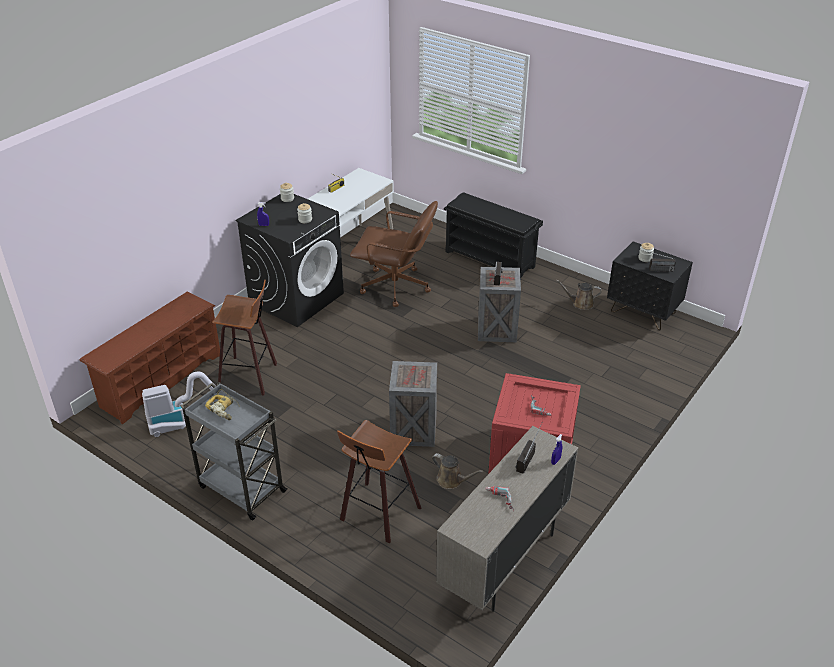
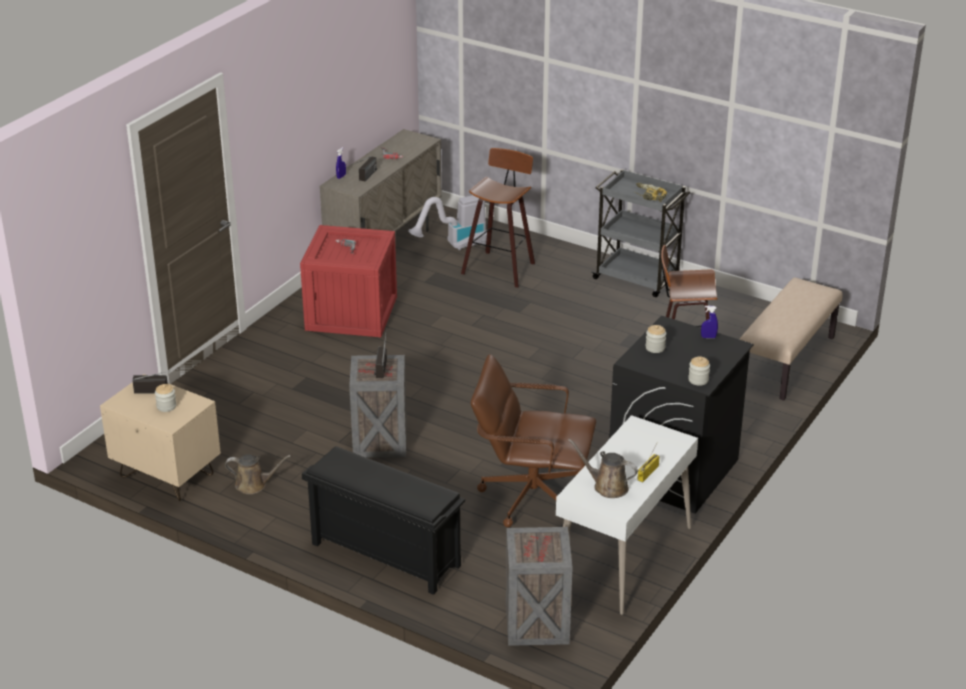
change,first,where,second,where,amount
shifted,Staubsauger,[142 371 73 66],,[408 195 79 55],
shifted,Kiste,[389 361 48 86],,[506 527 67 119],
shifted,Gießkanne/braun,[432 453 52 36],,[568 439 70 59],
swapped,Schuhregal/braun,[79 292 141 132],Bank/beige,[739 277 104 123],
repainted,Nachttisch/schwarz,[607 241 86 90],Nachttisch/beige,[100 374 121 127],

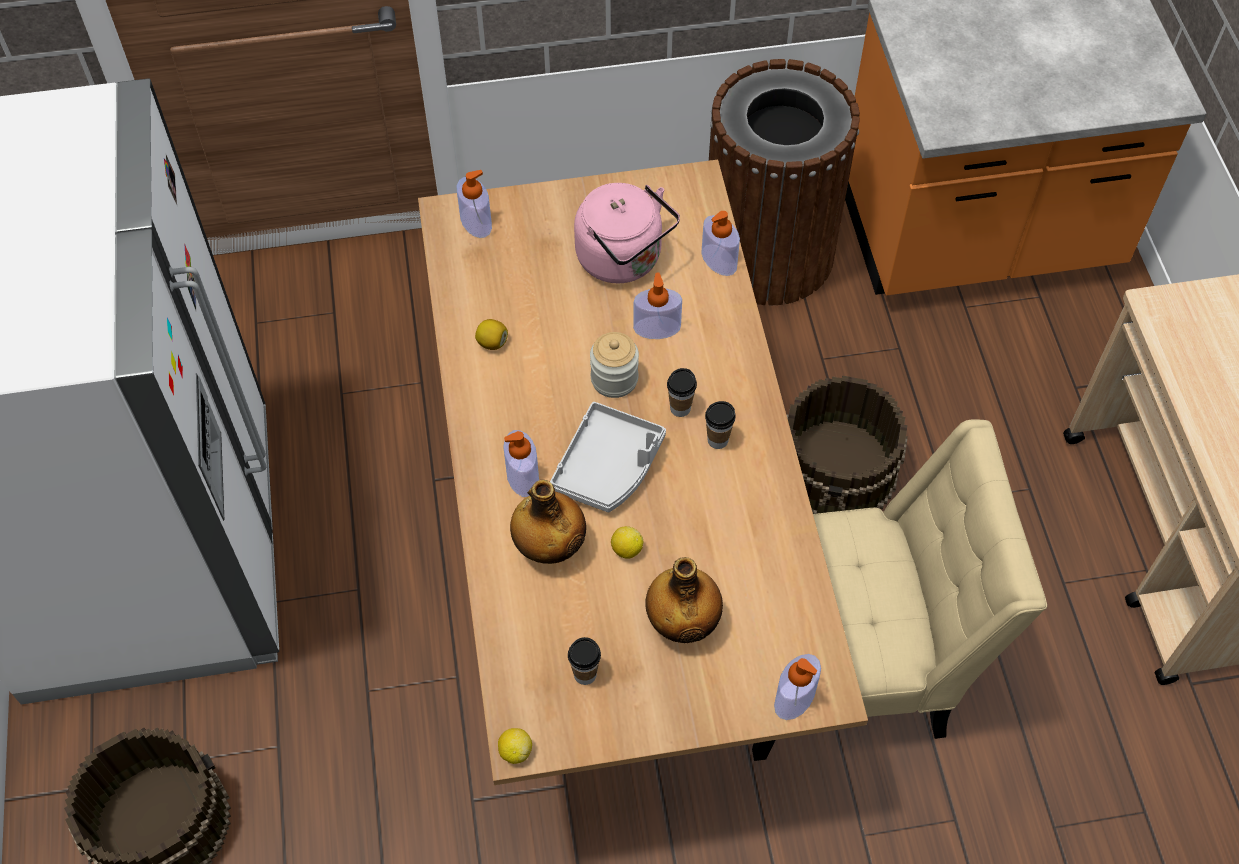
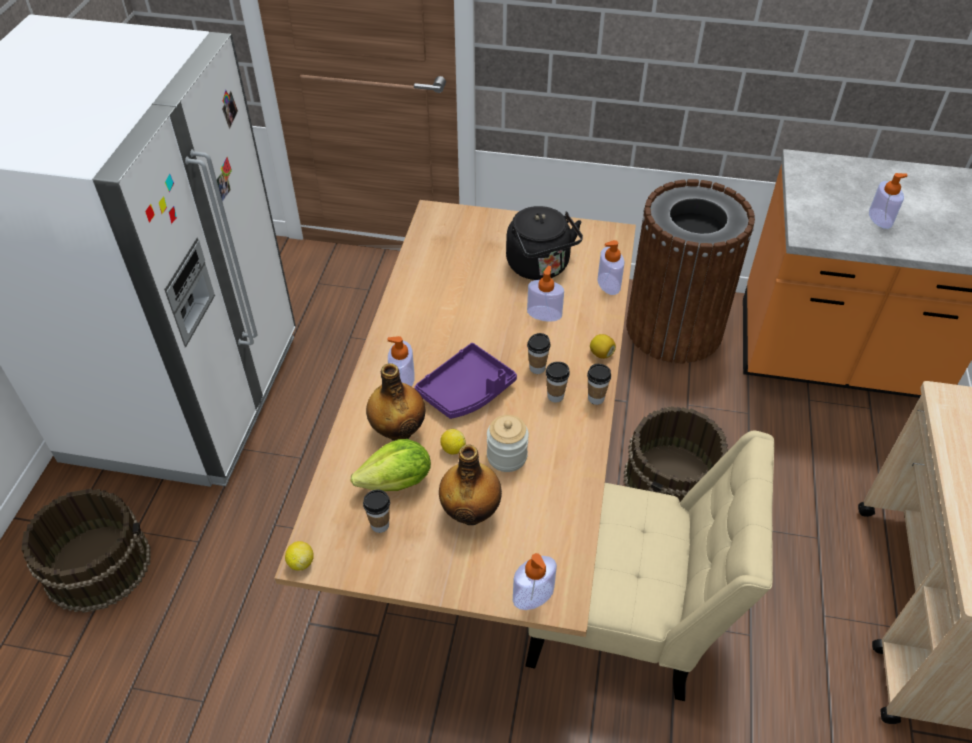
change,first,where,second,where,amount
new,,,Salatkopf,[351 439 80 52],
new,,,Tasse,[587 364 24 41],
shifted,Seifenspender,[457 170 35 68],,[869 173 39 56],
shifted,Zitrone,[475 319 33 31],,[590 334 26 25],
shifted,Vorratsglas,[590 332 49 66],,[487 415 42 57],
repainted,Tablett/grau,[550 402 116 110],Tablett/lila,[414 343 103 76],
repainted,Wasserkessel/rosa,[574 183 106 100],Wasserkessel/schwarz,[506 206 77 74],

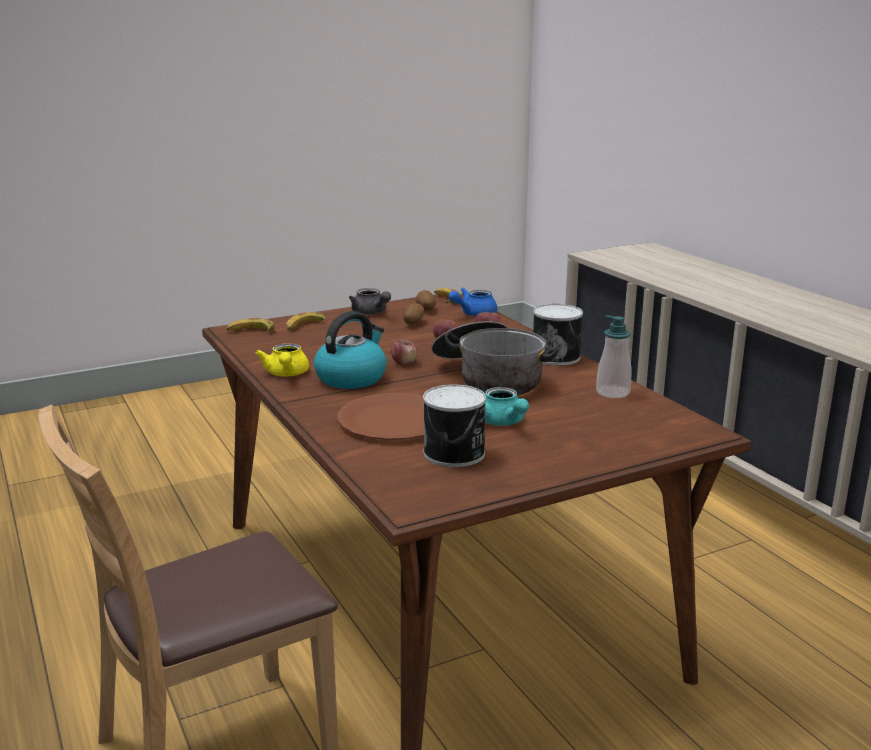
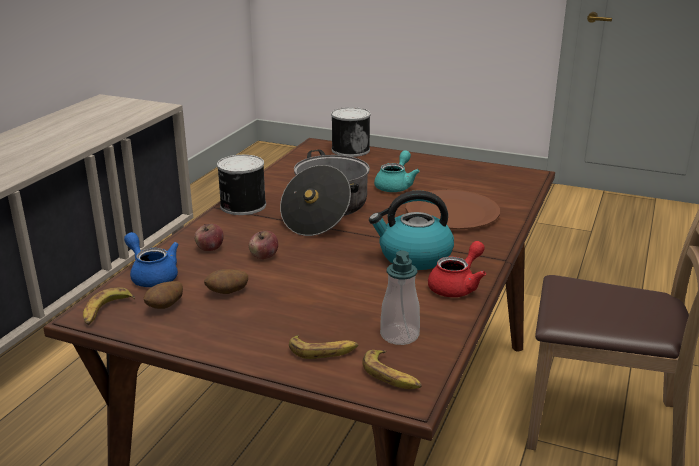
change,first,where,second,where,amount
gone,Teekanne/grau,[349 288 42 27],,,
gone,Apfel,[391 339 27 26],,,
shifted,Dose,[423 385 63 82],,[331 107 39 50],
shifted,Seifenspender,[596 315 35 83],,[380 251 40 94],
repainted,Teekanne/gelb,[256 343 53 33],Teekanne/rot,[428 241 58 56],
rotated,Teekanne/blau,[449 288 49 28],,[124 232 55 55],150 degrees counterclockwise

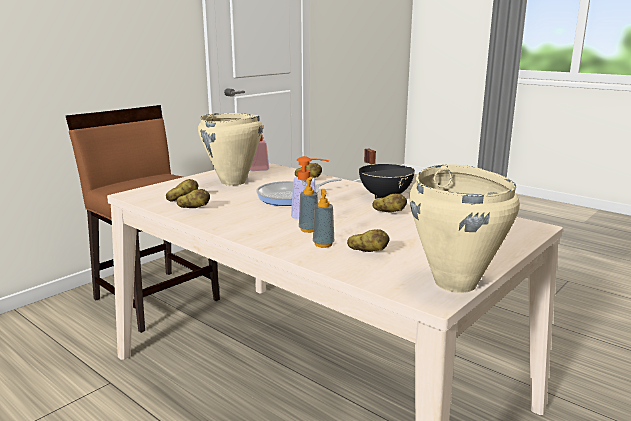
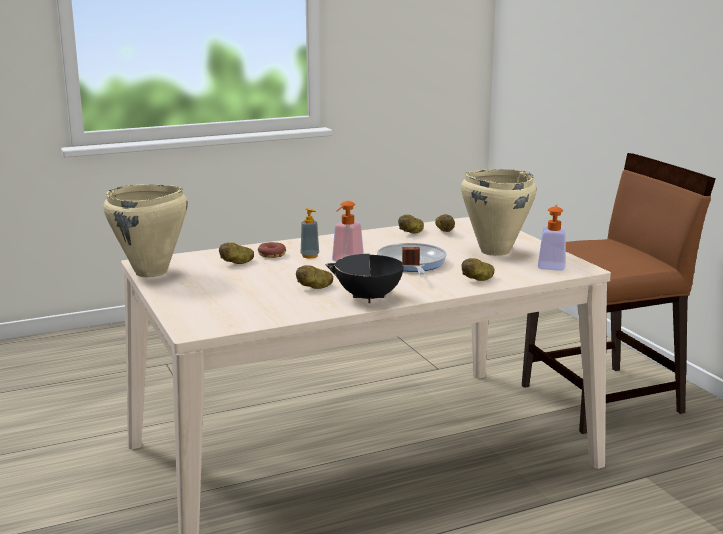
change,first,where,second,where,amount
swapped,Seifenspender,[313 189 21 59],Donut,[258 242 28 16],

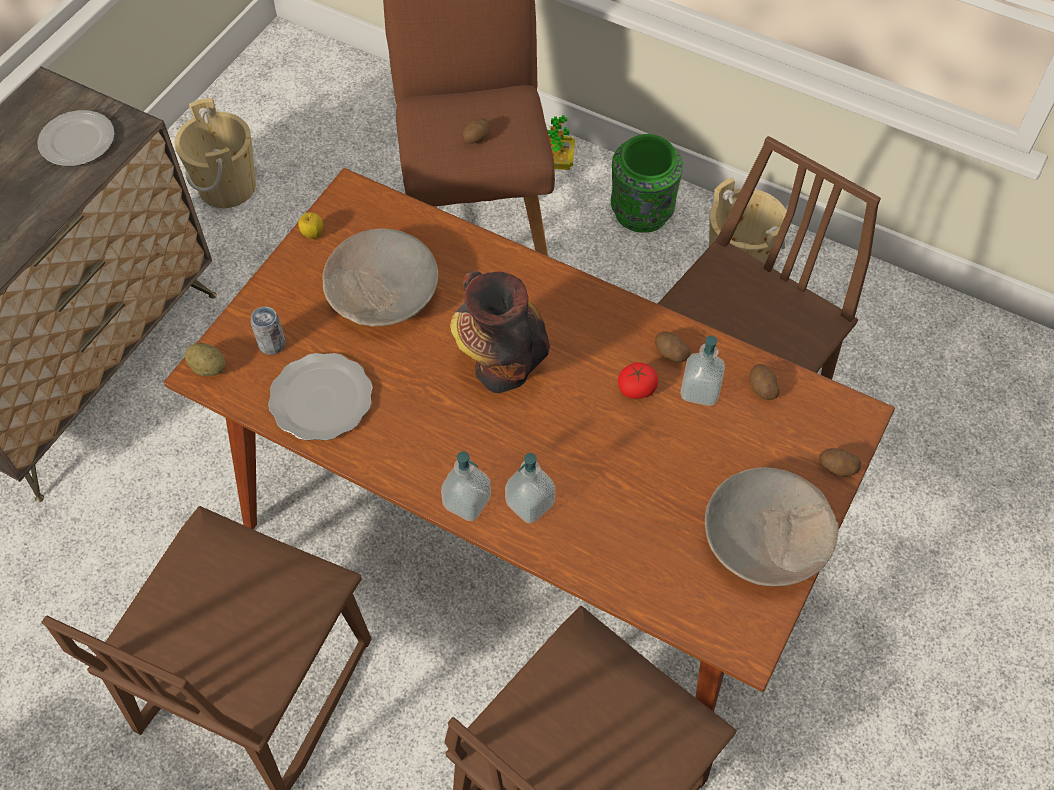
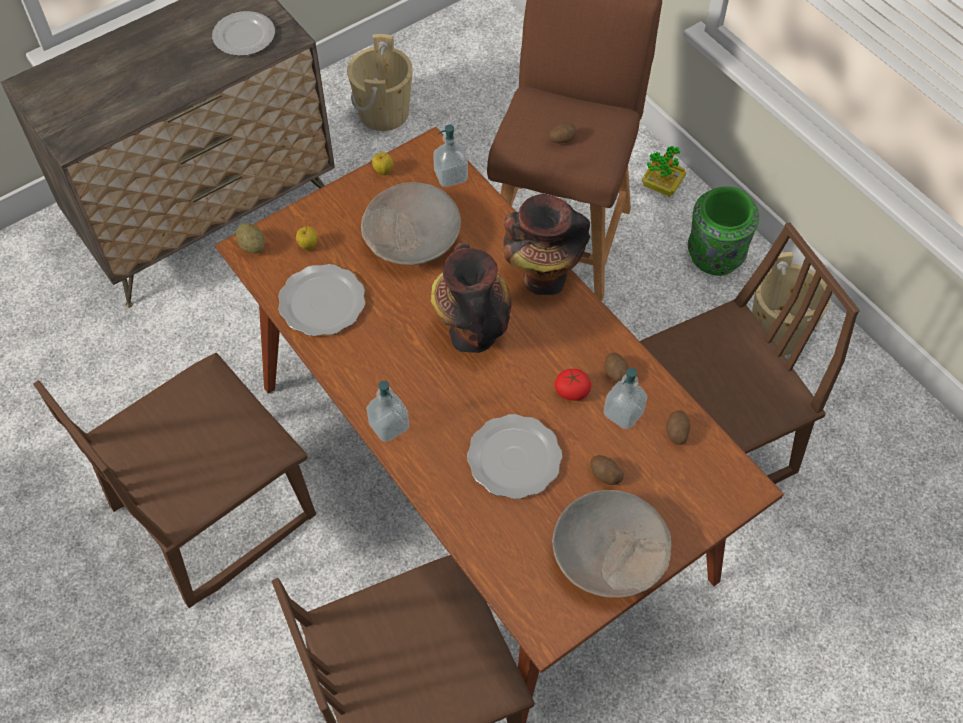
change,first,where,second,where,amount
new,,,Teller,[467 414 95 85],
new,,,Vase,[503 194 87 101],
shifted,Seifenspender,[505 453 51 71],,[433 125 35 62],
shifted,Kartoffel,[820 448 42 29],,[590 455 34 30],
swapped,Dose,[251 306 35 49],Apfel,[296 226 22 24],

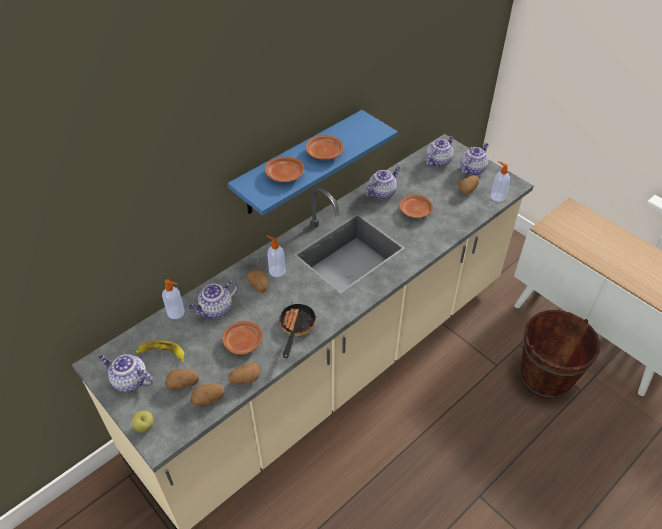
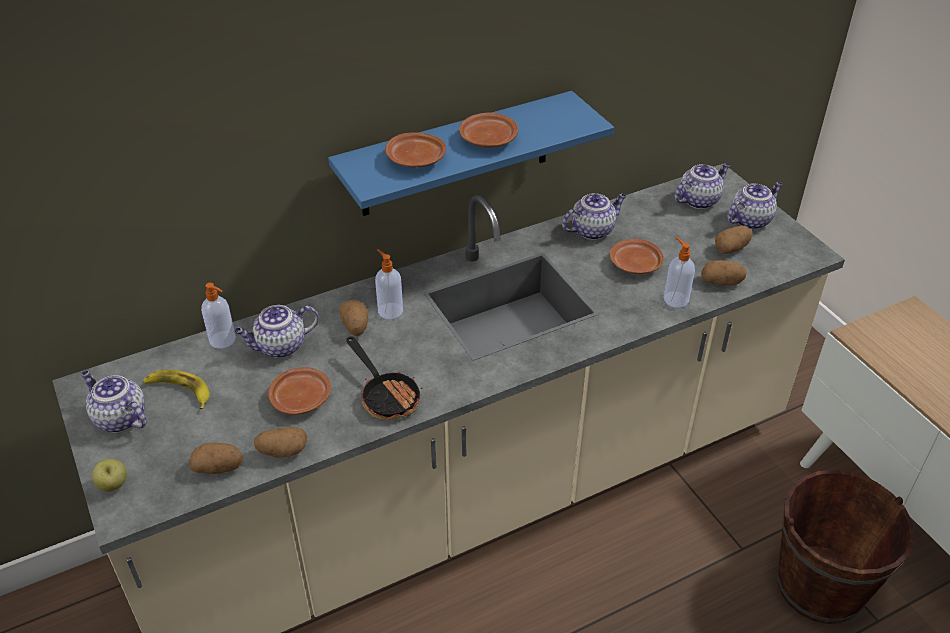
change,first,where,second,where,amount
shifted,Kartoffel,[165 369 34 20],,[701 260 46 26],
shifted,Seifenspender,[491 161 19 41],,[664 237 31 71],
rotated,Pfanne,[279 302 37 56],,[346 336 76 84],120 degrees clockwise

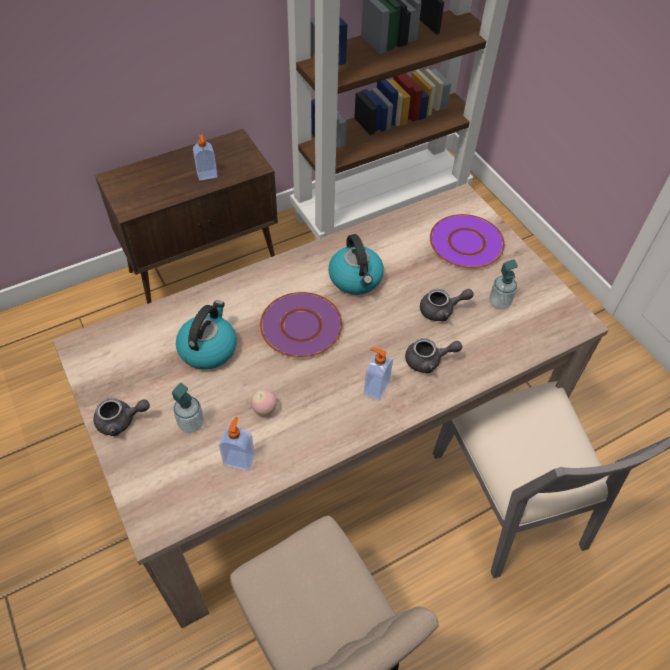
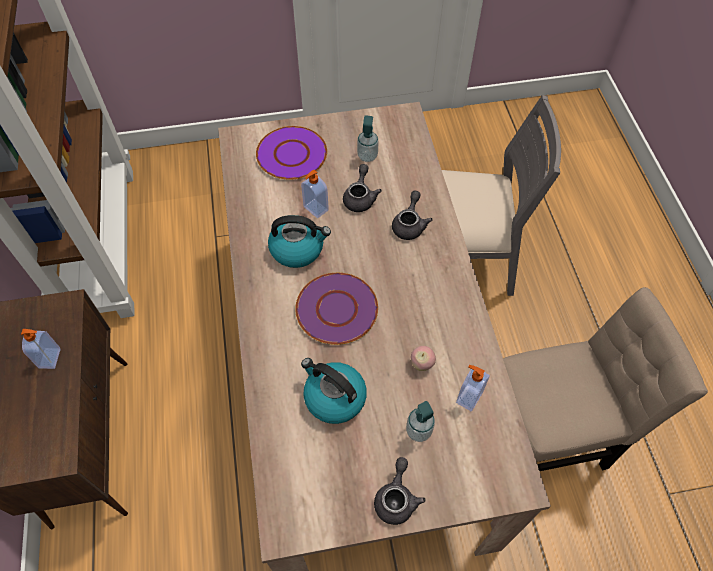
change,first,where,second,where,amount
shifted,Seifenspender,[364 348 29 53],,[301 170 28 48],

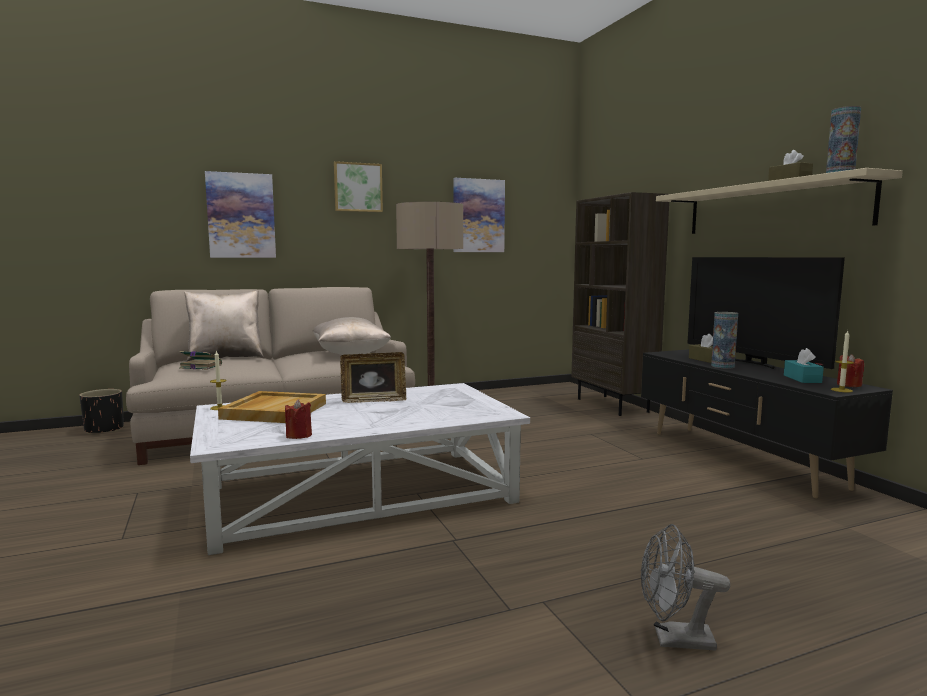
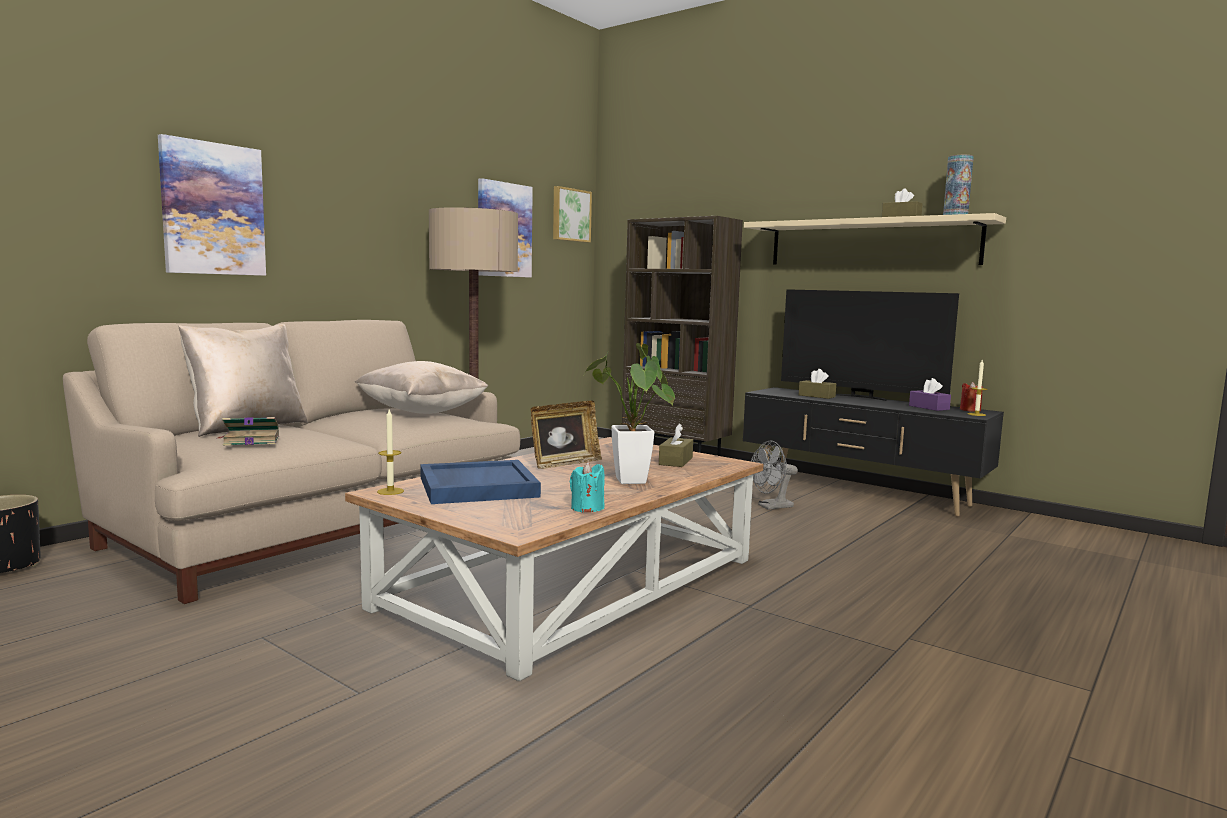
change,first,where,second,where,amount
gone,Vase,[711 312 27 57],,,
new,,,Topfpflanze,[584 343 91 141],
new,,,Taschentuchbox/braun,[659 423 34 44],
shifted,Bild,[334 161 49 51],,[553 186 39 57],
shifted,Ventilator/grau,[641 524 89 127],,[751 440 47 70],
repainted,Couchtisch/weiß,[190 383 340 172],Couchtisch/braun,[345 437 418 244],
repainted,Tablett/beige,[218 391 108 32],Tablett/blau,[420 460 121 44],
repainted,Kerze/rot,[285 399 27 40],Kerze/türkis,[570 462 35 51],
repainted,Taschentuchbox/türkis,[784 348 40 35],Taschentuchbox/lila,[909 378 42 33],

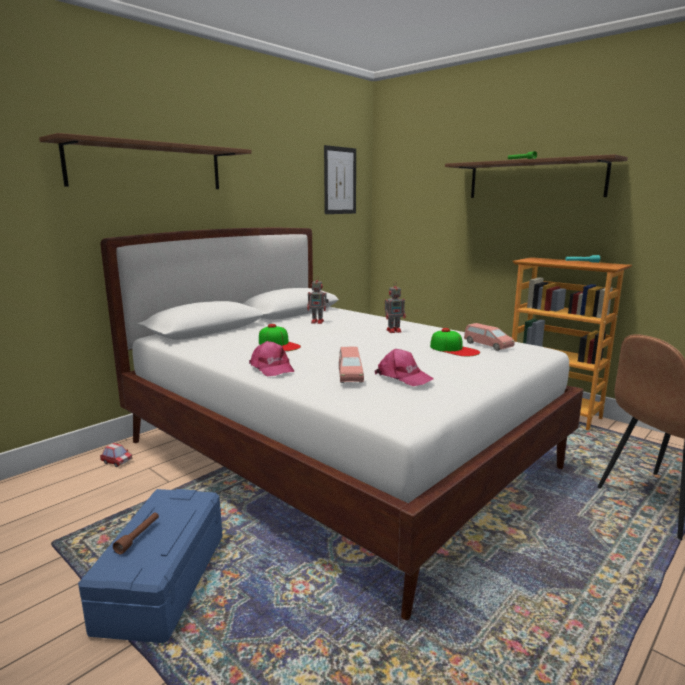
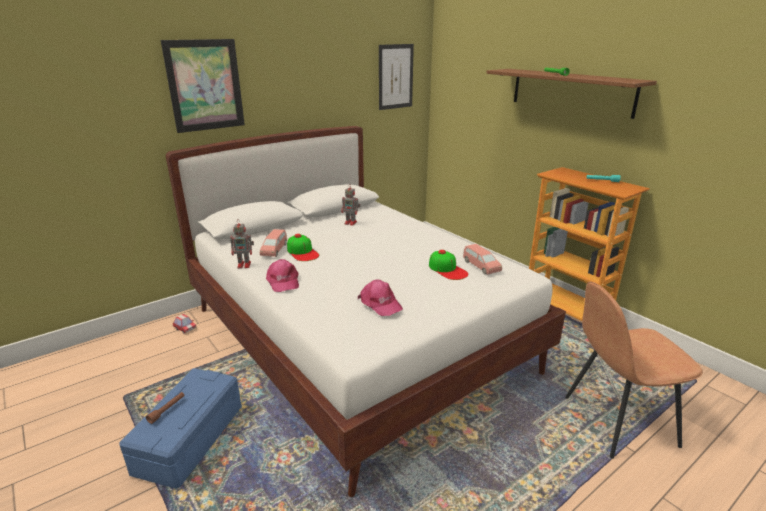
change,first,where,second,where,amount
shifted,Spielzeugauto/rosa,[339 347 25 36],,[260 229 27 28],
shifted,Spielzeugroboter,[385 282 21 51],,[230 219 24 49],
swapped,Wandregal/braun,[39 133 213 56],Bild,[161 39 84 94],

